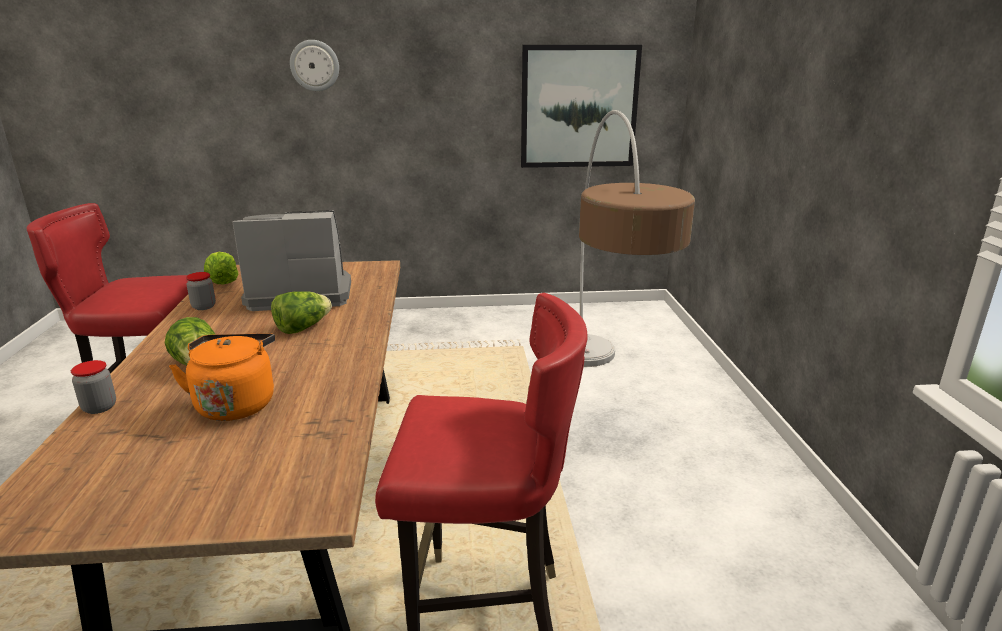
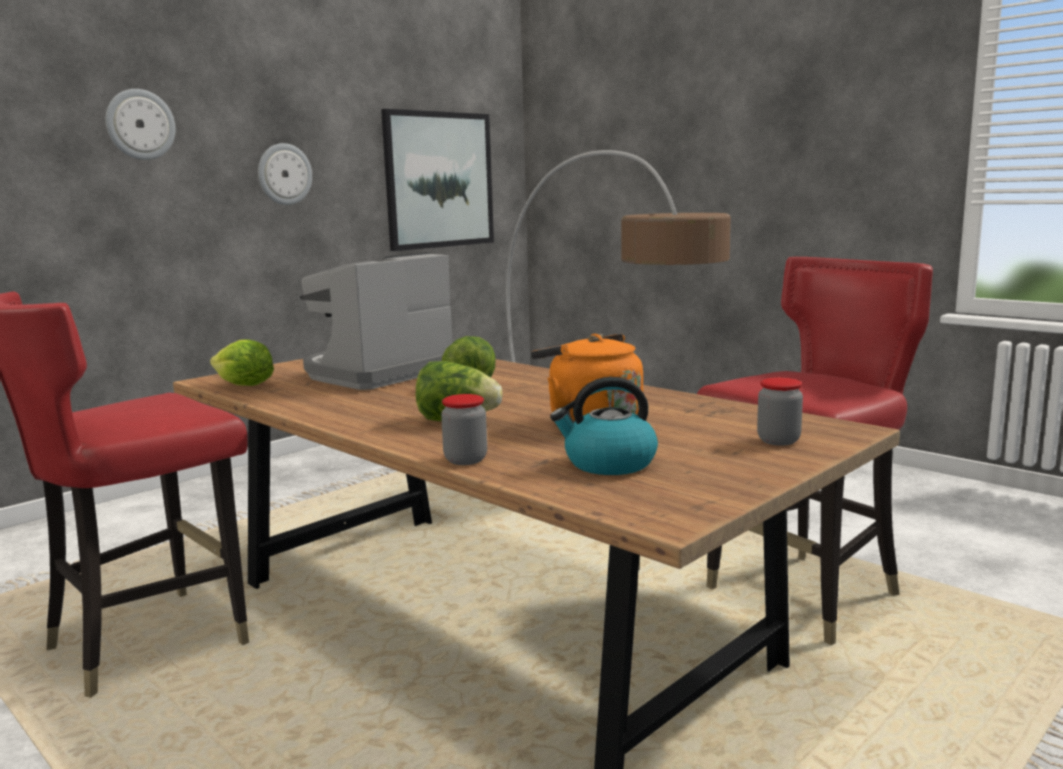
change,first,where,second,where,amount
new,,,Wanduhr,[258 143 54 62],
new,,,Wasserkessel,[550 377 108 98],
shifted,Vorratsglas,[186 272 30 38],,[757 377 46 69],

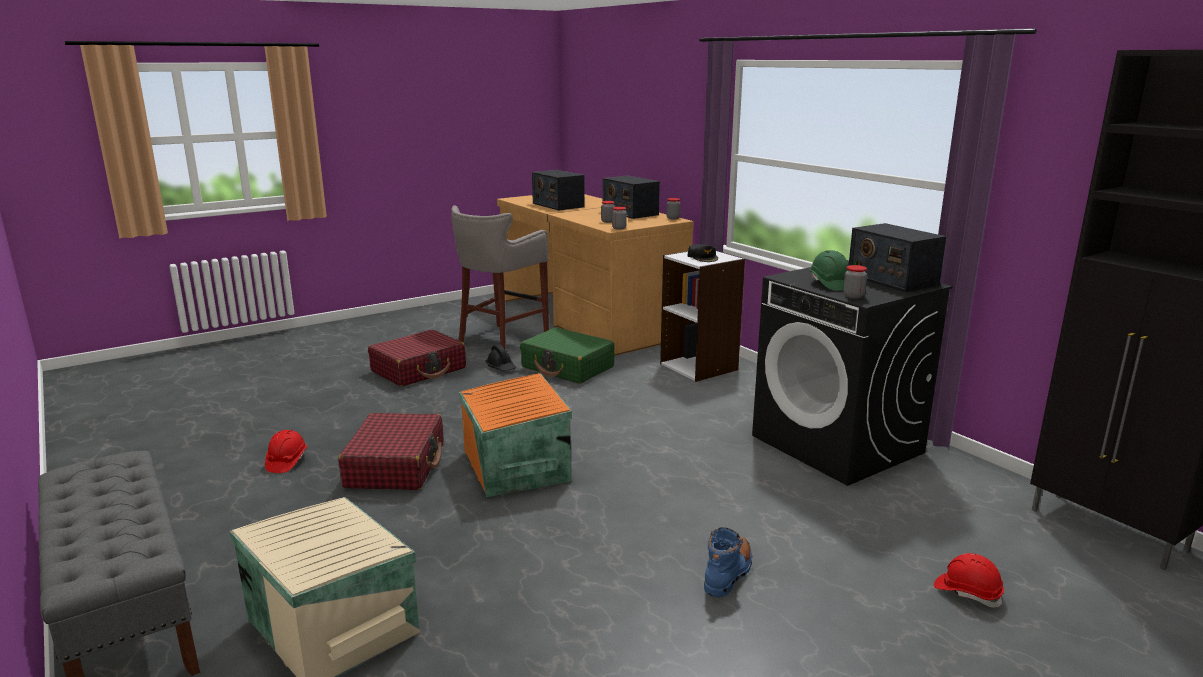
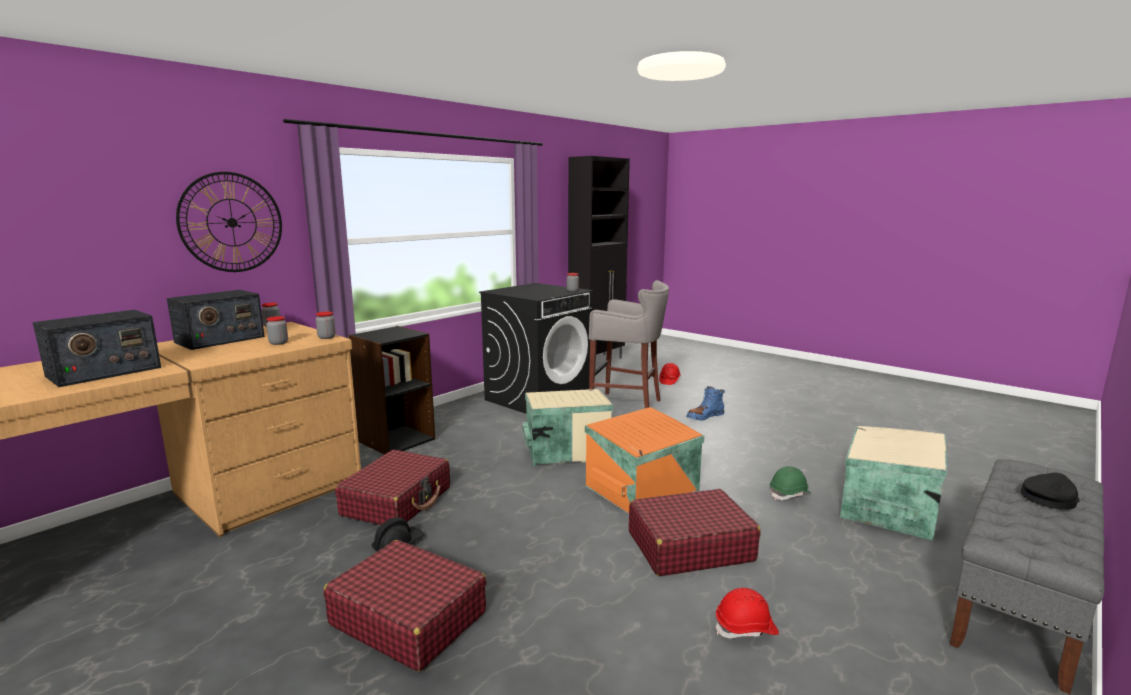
change,first,where,second,where,amount
gone,Radio,[848 223 99 69],,,
new,,,Wanduhr,[176 172 106 100],
new,,,Aufbewahrungsbox/beige,[522 389 91 77],
shifted,Hocker/grau,[451 205 98 144],,[589 280 80 128],
shifted,Kappe/schwarz,[688 244 30 18],,[1021 473 59 37],
shifted,Schutzhelm/grün,[809 250 39 41],,[770 466 41 34],
repainted,Koffer/grün,[520 327 95 57],Koffer/rot,[335 450 115 75],
repainted,Bücherregal/weiß,[660 251 85 131],Bücherregal/schwarz,[349 326 86 129],
rotated,Stiefel/blau,[704 527 48 70],,[686 386 39 35],45 degrees counterclockwise

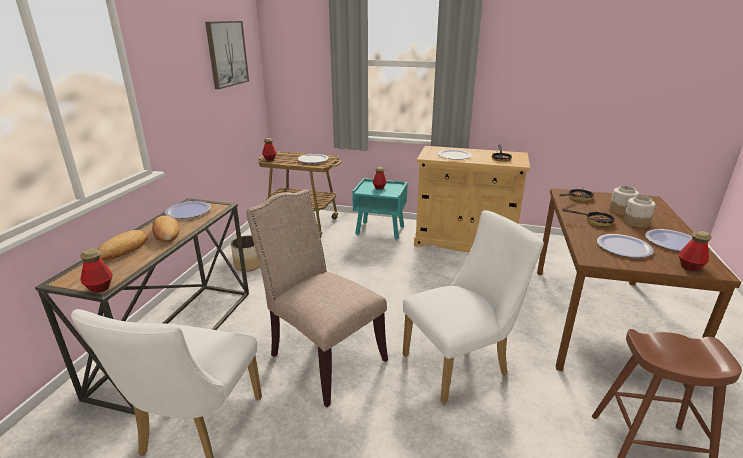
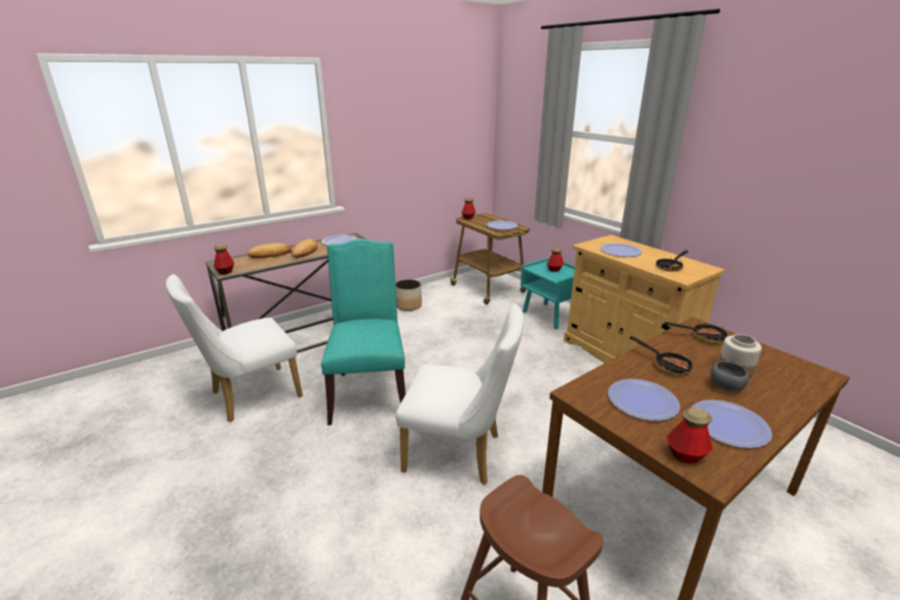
change,first,where,second,where,amount
gone,Bild,[205 21 44 68],,,
swapped,Vorratsglas,[623 196 33 32],Schüssel/grau,[711 361 38 30],
repainted,Stuhl/beige,[246 190 142 217],Stuhl/türkis,[321 239 85 186],

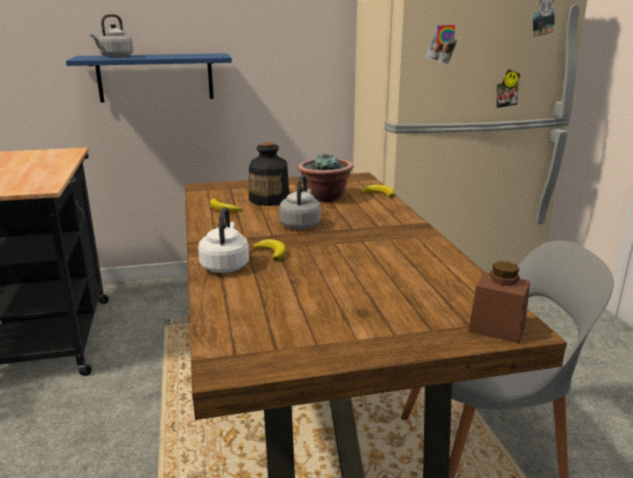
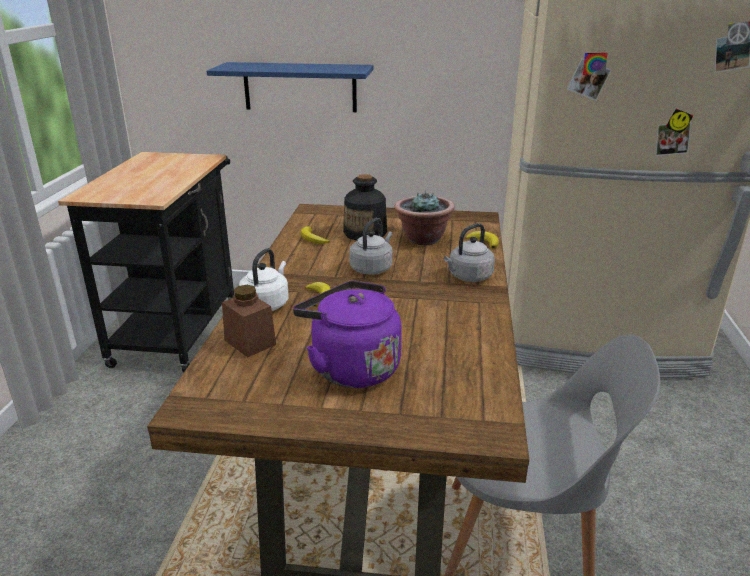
change,first,where,second,where,amount
new,,,Wasserkessel/lila,[293 281 109 107],
shifted,Wasserkessel/grau,[91 14 42 44],,[444 223 51 59],
shifted,Vorratsglas/braun,[468 261 62 83],,[222 285 54 72],

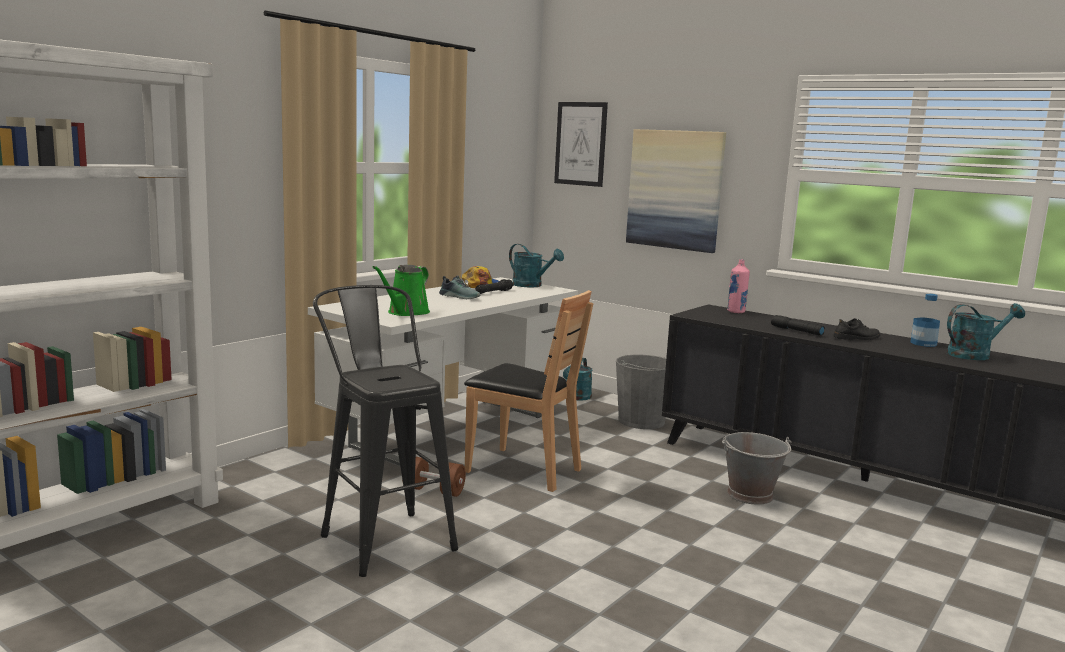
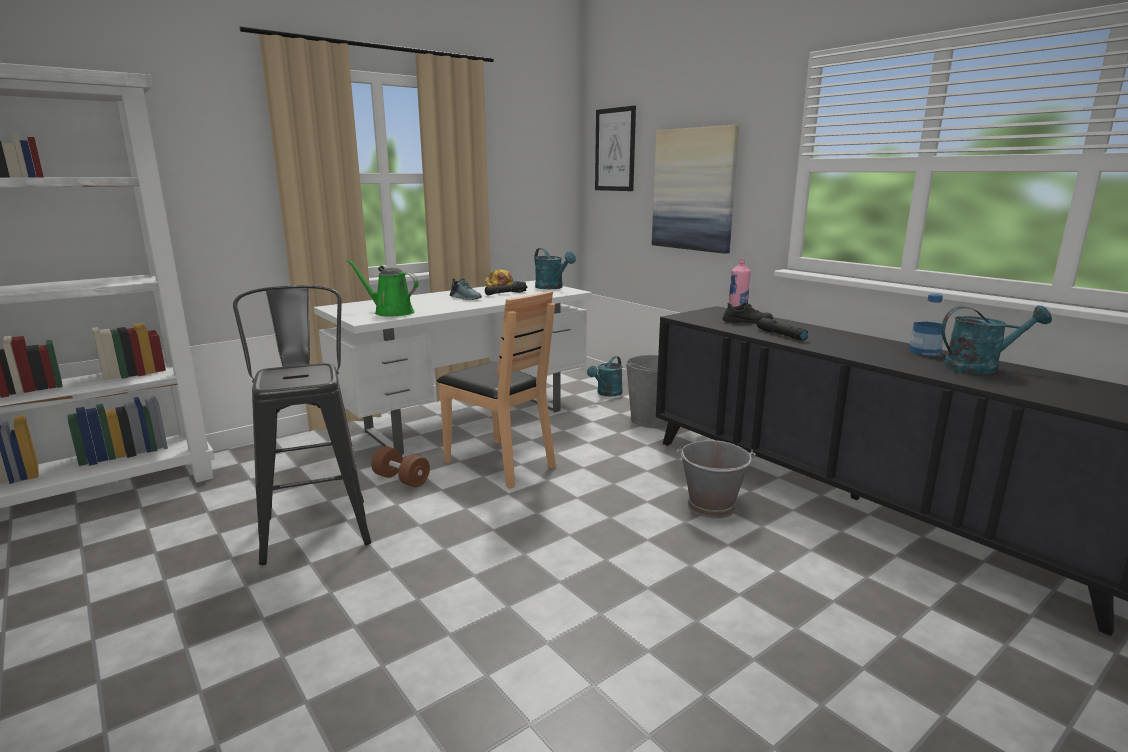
change,first,where,second,where,amount
shifted,Schuh/schwarz,[834 318 46 22],,[722 302 51 21],
rotated,Gießkanne/grün,[373 265 57 51],,[347 260 72 57],75 degrees clockwise

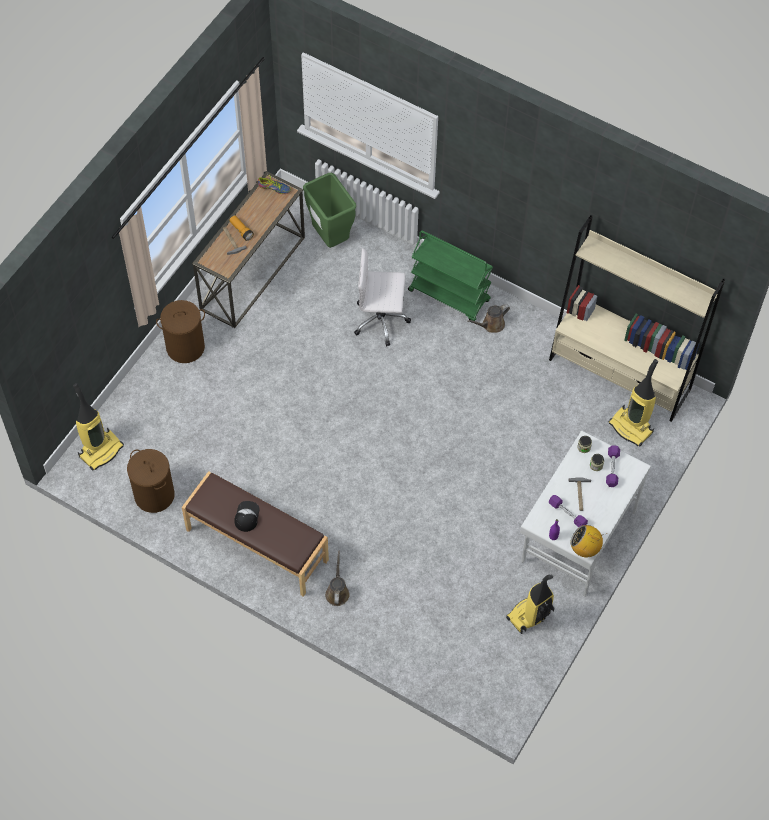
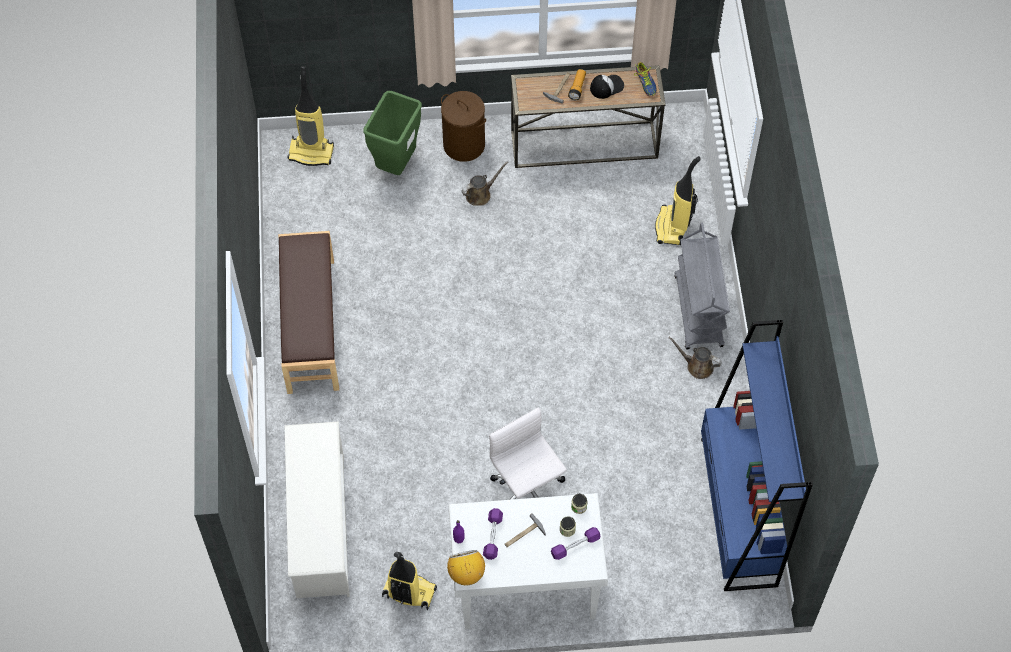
change,first,where,second,where,amount
gone,Wäschekorb/braun,[127 449 48 64],,,
new,,,Schuhregal/weiß,[285 422 65 176],
shifted,Kappe,[234 501 26 31],,[590 75 34 24],
shifted,Mülleimer/grün,[303 173 53 75],,[363 91 59 84],
shifted,Gießkanne/braun,[325 550 25 56],,[461 162 47 44],
shifted,Bürostuhl/weiß,[354 248 57 98],,[489 407 78 93],
shifted,Staubsauger,[608 359 50 88],,[655 156 46 89],
repainted,Rollwagen/grün,[408 231 85 90],Rollwagen/grau,[674 222 56 128],
repainted,Bücherregal/beige,[549 215 176 207],Bücherregal/blau,[701 320 112 271],

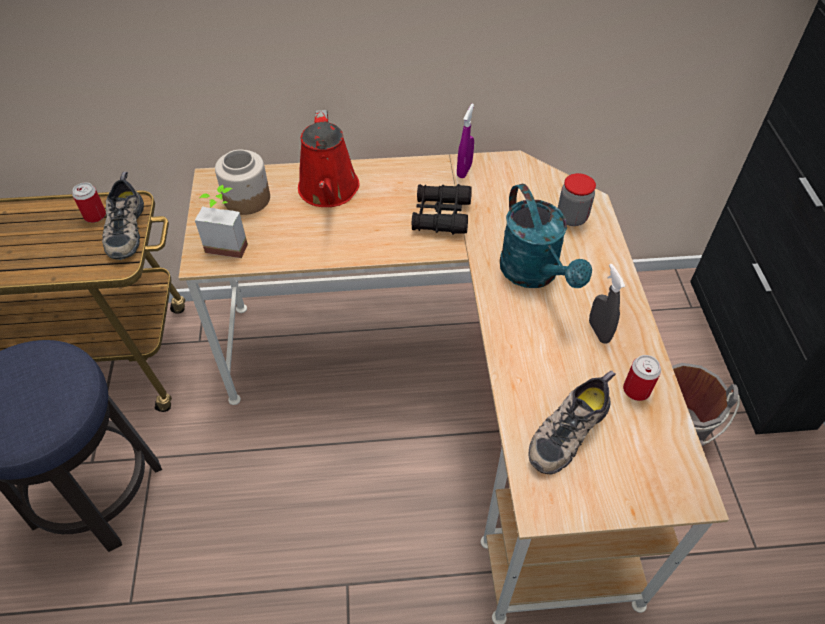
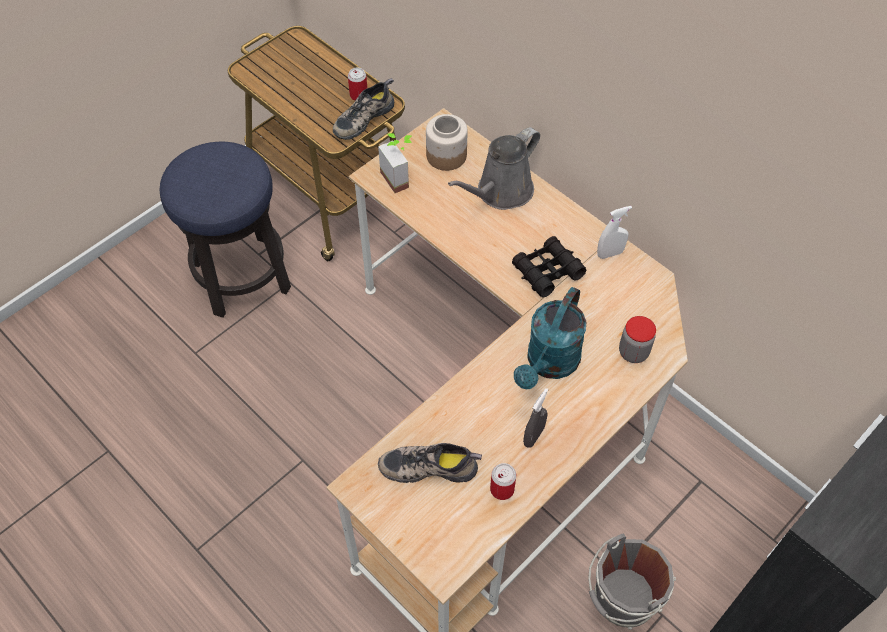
change,first,where,second,where,amount
repainted,Gießkanne/rot,[298 110 61 97],Gießkanne/grau,[448 127 92 83],
repainted,Sprühflasche/lila,[457 104 17 74],Sprühflasche/weiß,[597 206 35 53],

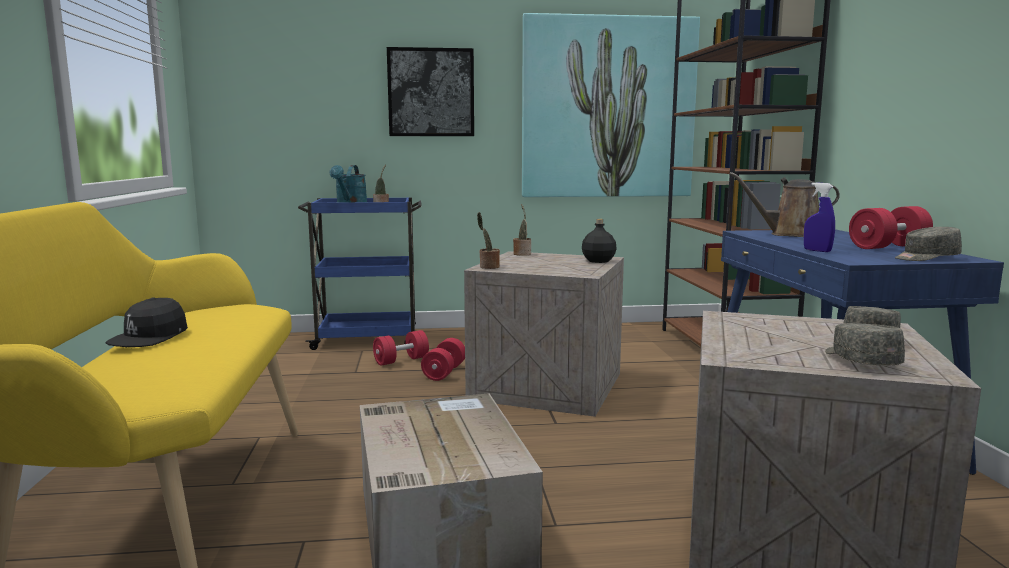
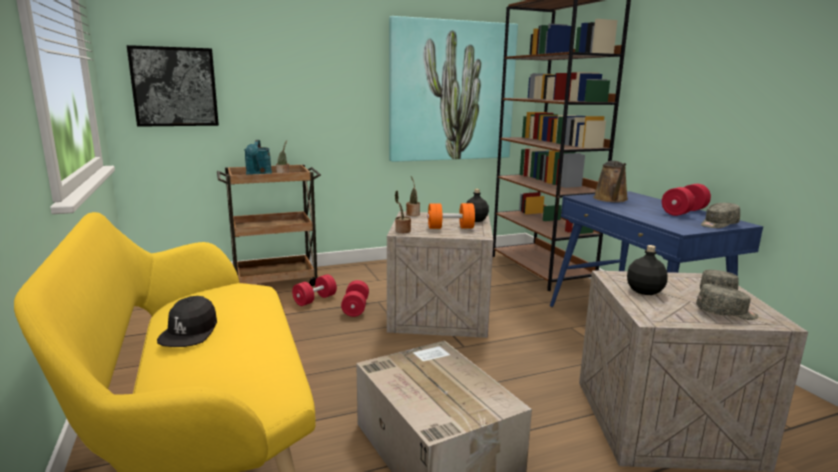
change,first,where,second,where,amount
gone,Sprühflasche/blau,[804 182 31 70],,,
new,,,Hantel/orange,[427 203 48 26],
new,,,Flasche/schwarz,[627 245 41 50],
shifted,Bild,[387 47 87 89],,[127 45 92 82],
repainted,Rollwagen/blau,[298 197 124 153],Rollwagen/braun,[217 164 104 122],
rotated,Gießkanne/braun,[729 172 111 65],,[593 161 35 42],75 degrees counterclockwise
rotated,Kappe/grau,[825 323 80 43],,[696 284 62 36],120 degrees clockwise

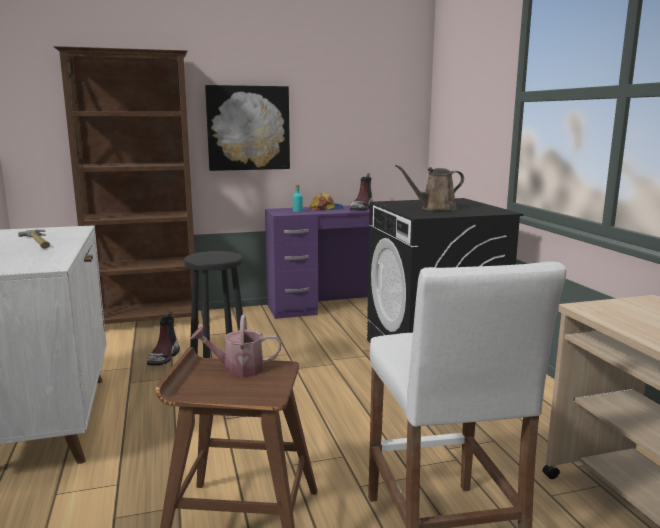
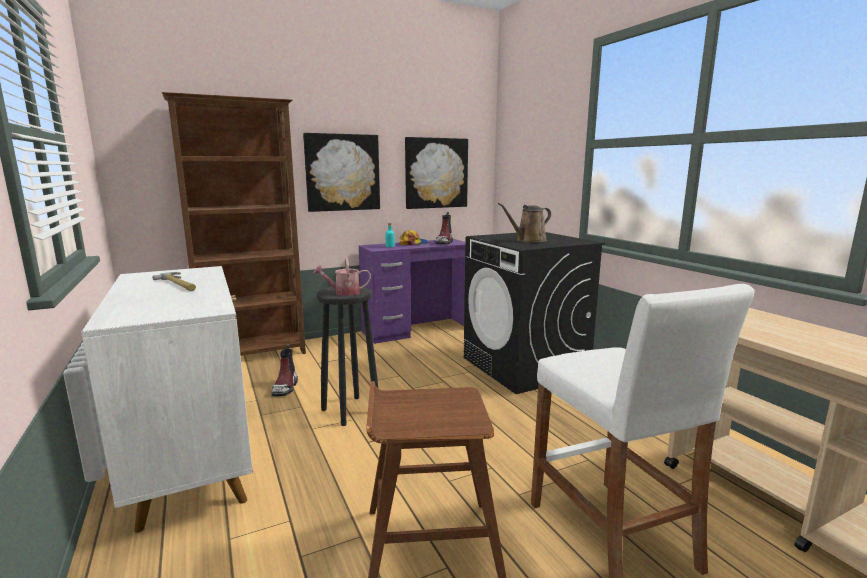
change,first,where,second,where,amount
new,,,Bild,[405 137 63 72],
shifted,Gießkanne,[190 314 91 64],,[313 257 58 39],

